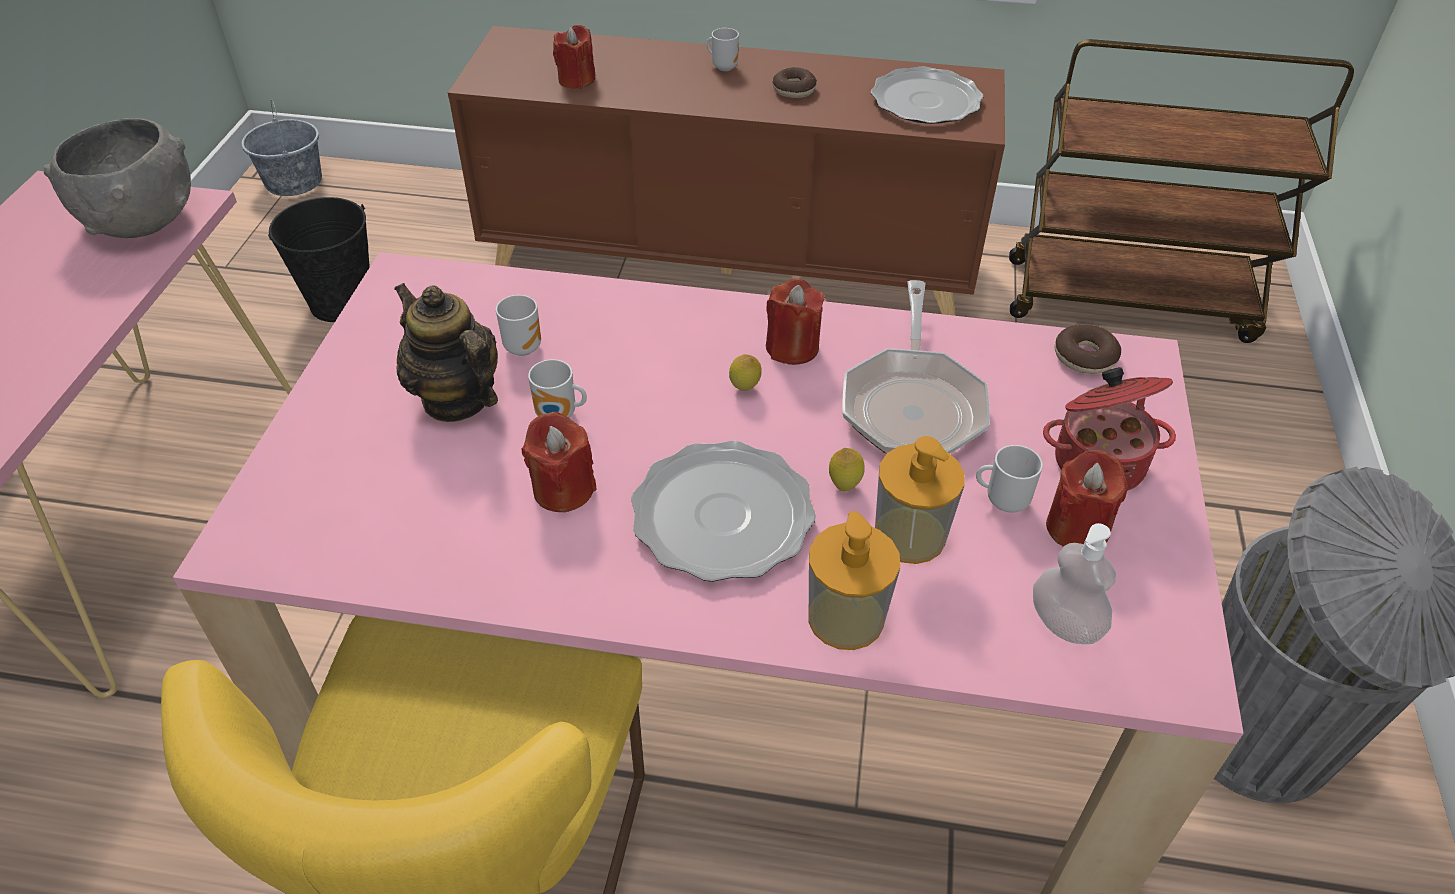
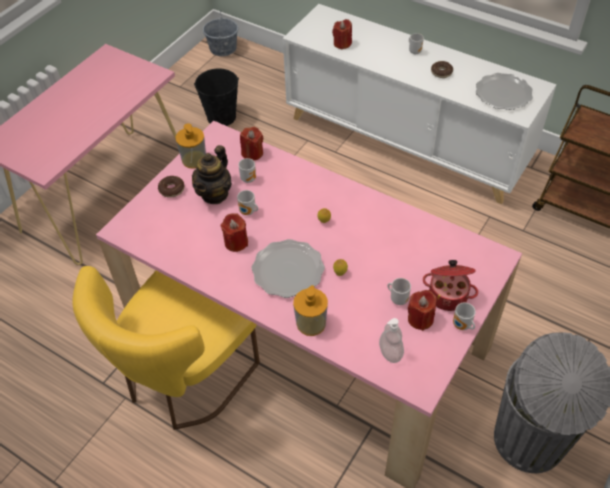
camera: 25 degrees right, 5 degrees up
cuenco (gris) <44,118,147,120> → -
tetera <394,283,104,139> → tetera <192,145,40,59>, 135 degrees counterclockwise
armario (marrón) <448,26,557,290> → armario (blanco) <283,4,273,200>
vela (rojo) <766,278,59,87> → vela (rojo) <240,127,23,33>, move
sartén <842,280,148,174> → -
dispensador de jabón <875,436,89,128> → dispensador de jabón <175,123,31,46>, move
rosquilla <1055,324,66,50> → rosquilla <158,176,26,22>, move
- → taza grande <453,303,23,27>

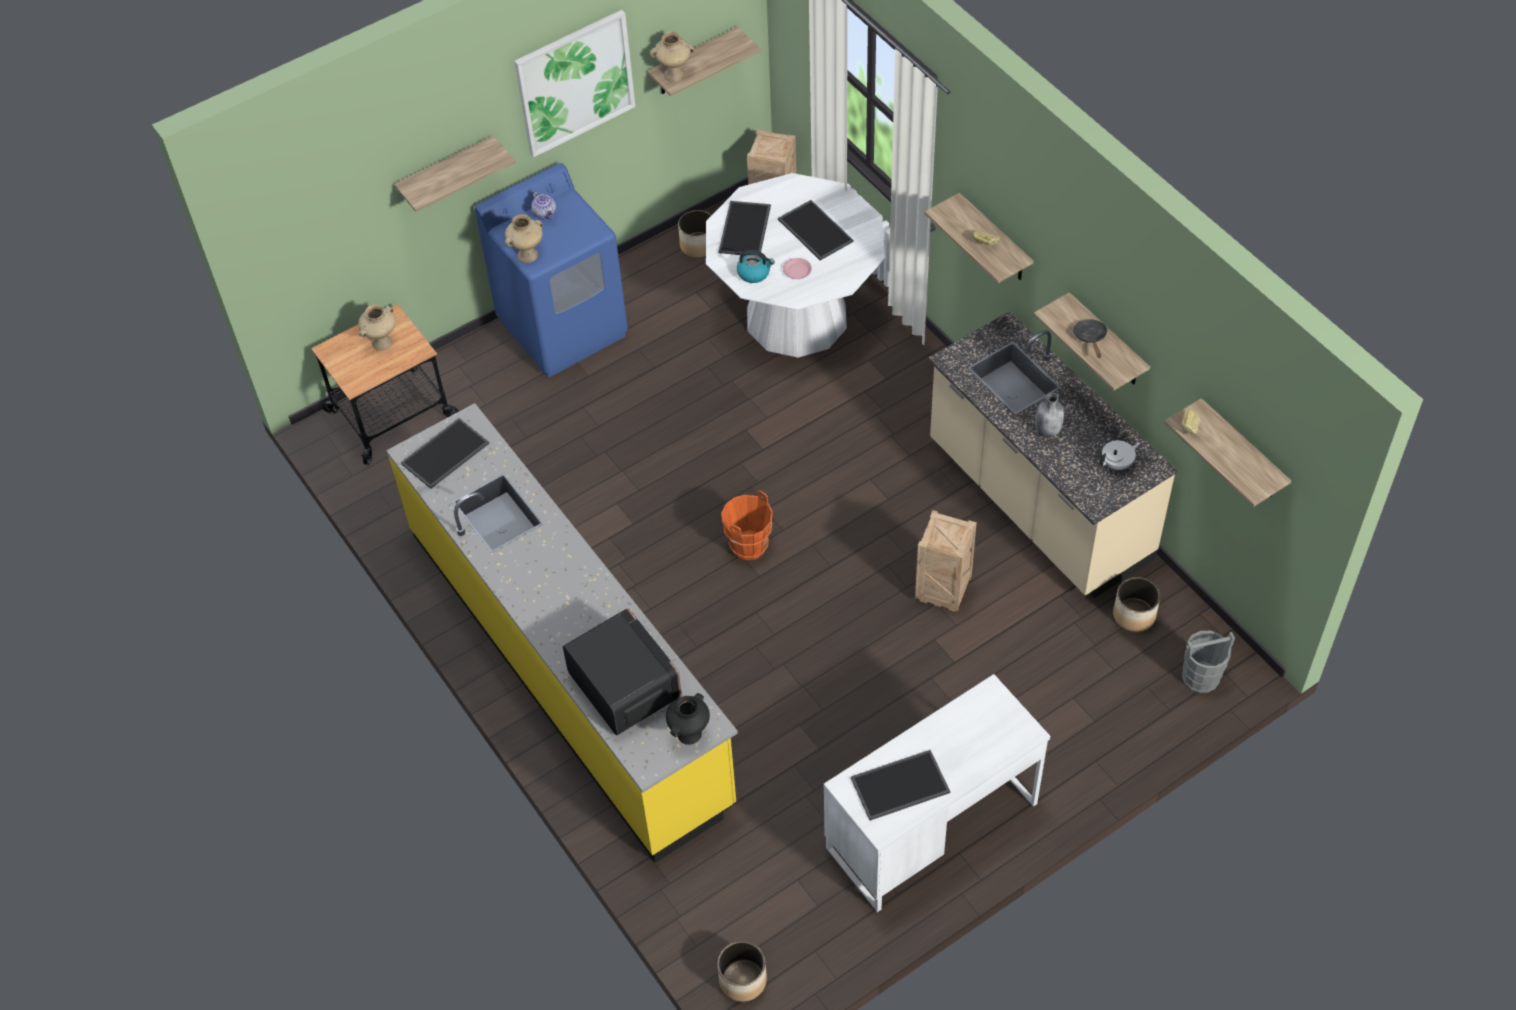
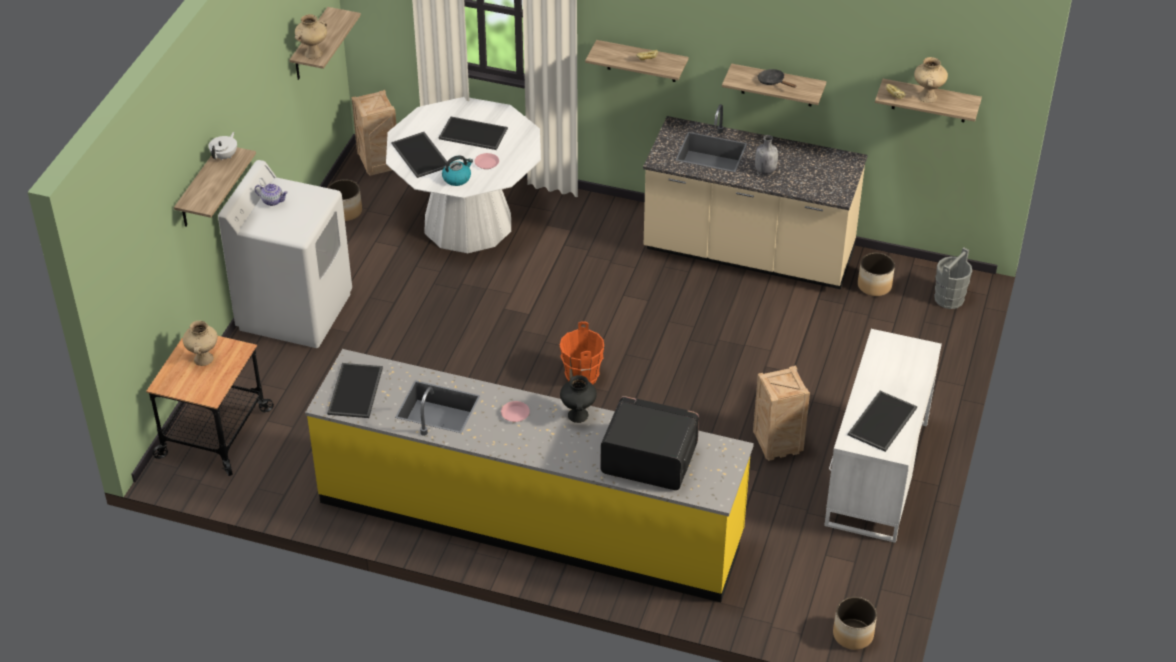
camera: 40 degrees left, 10 degrees down
lavadora (azul) <475,163,153,214> → lavadora (blanco) <218,160,134,188>
florero (beis) <505,214,38,49> → florero (beis) <914,57,34,46>, move
cuadro <514,10,121,147> → -
florero (negro) <666,693,44,52> → florero (negro) <560,375,37,48>, move
caja de embalaje <915,510,62,102> → caja de embalaje <753,365,57,96>, move
tetera (blanco) <1099,440,41,30> → tetera (blanco) <208,132,29,28>, move
- → plato (rosa) <501,401,29,21>

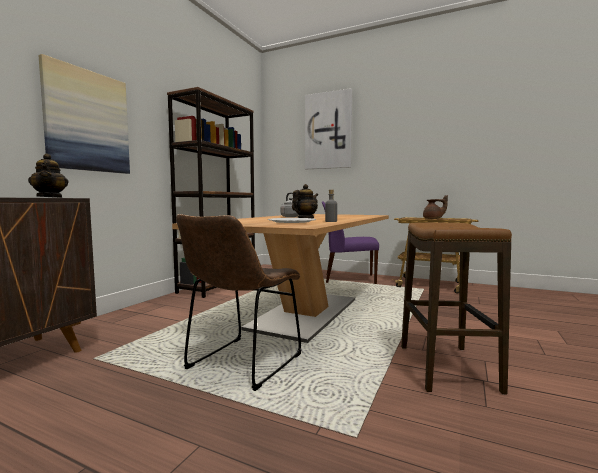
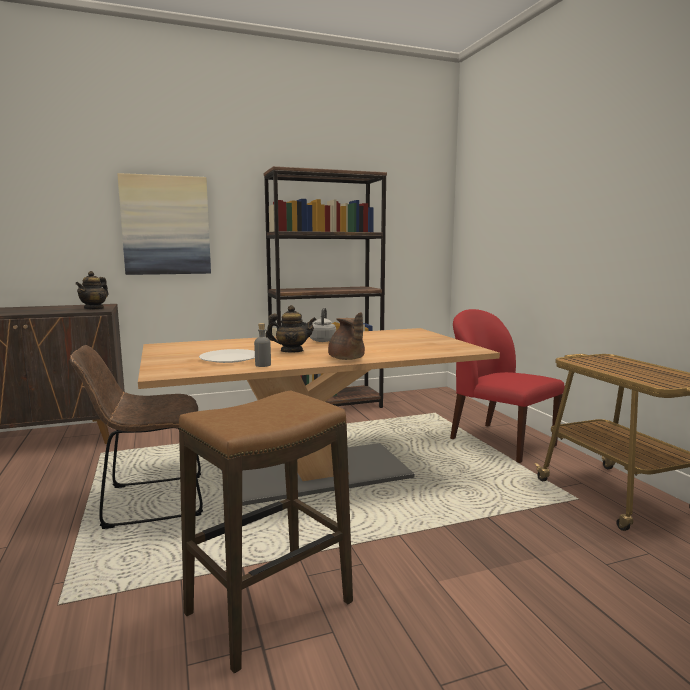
camera: 45 degrees right, 5 degrees up
cuadro <305,88,47,81> → -
silla (morado) <322,201,57,83> → silla (rojo) <450,309,115,154>
tetera (marrón) <423,195,25,24> → tetera (marrón) <328,312,37,48>, move

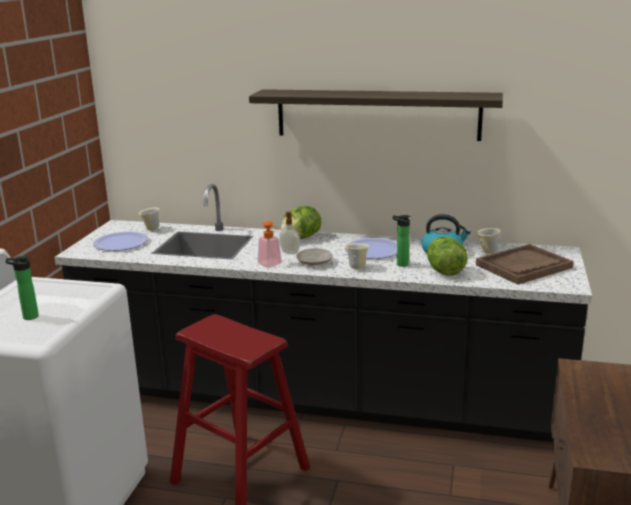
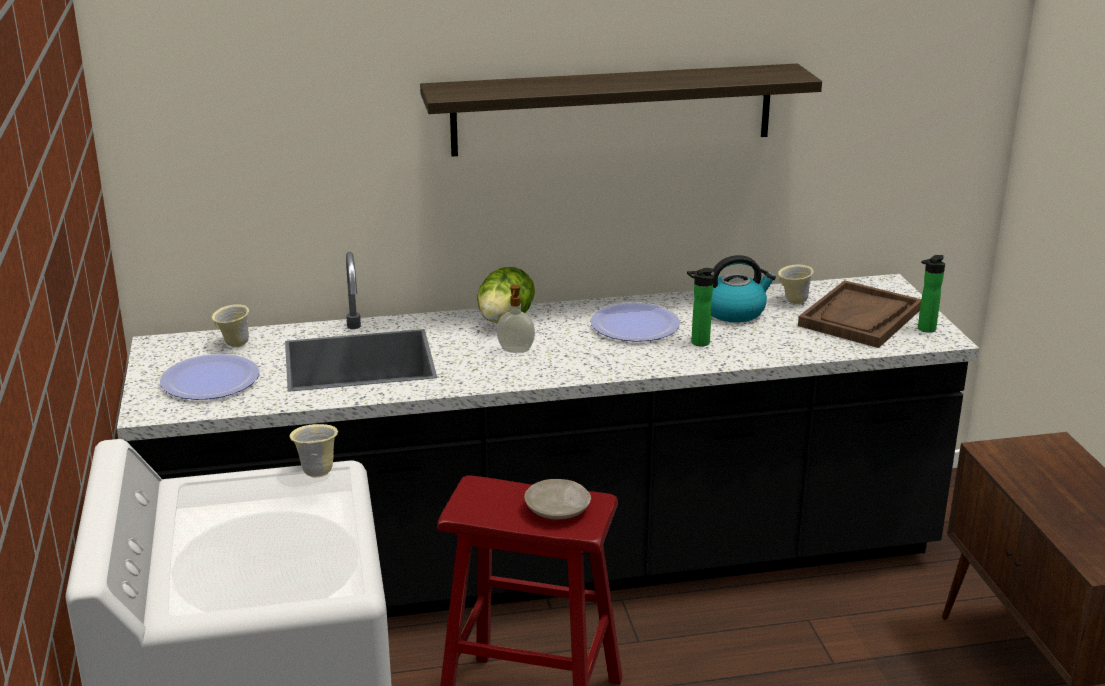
camera: 25 degrees left, 5 degrees up
botella <5,255,34,65> → botella <918,255,27,78>, move
dispensador de jabón <257,221,25,46> → -
plato (beis) <296,248,37,18> → plato (beis) <524,479,67,41>, move
taza grande (beis) <345,243,24,26> → taza grande (beis) <290,424,48,54>, move
lechuga <427,237,41,39> → -

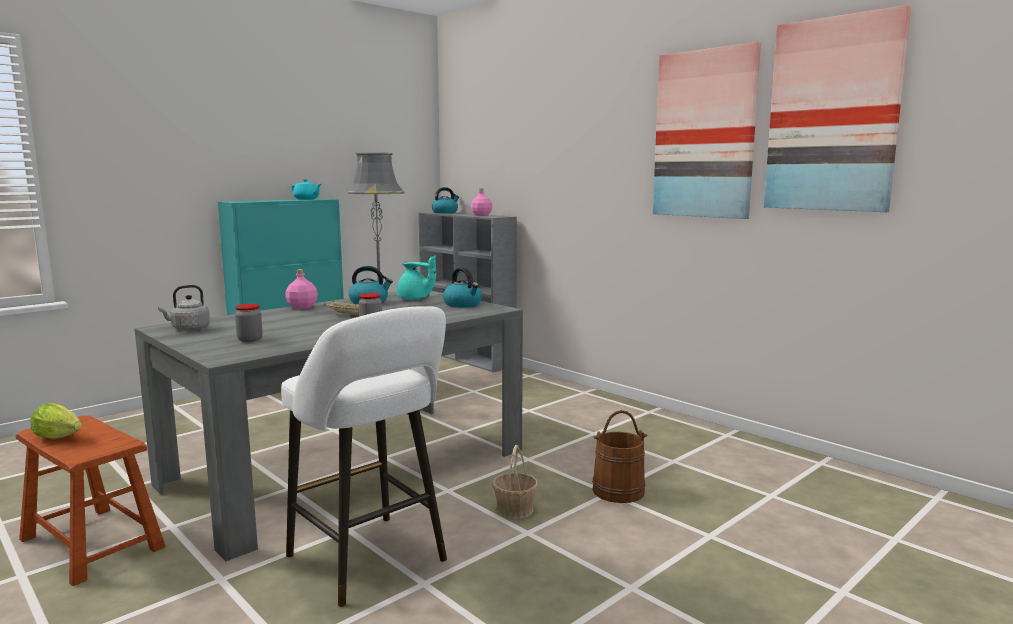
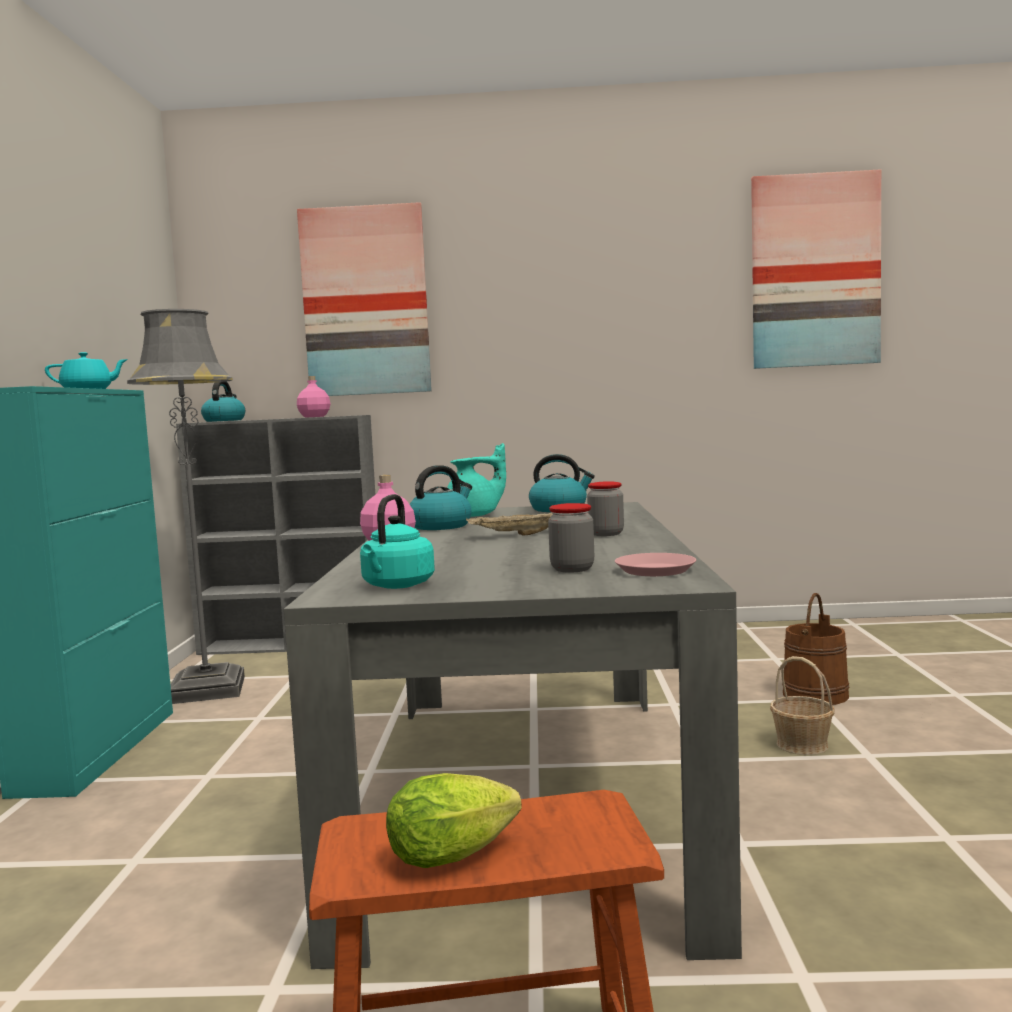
camera: 45 degrees left, 5 degrees down
hervidor (gris) <158,285,52,46> → hervidor (turquesa) <360,494,75,95>
taburete (blanco) <281,306,166,301> → -
cuadro <653,42,108,177> → cuadro <297,202,135,194>, move
- → plato (rosa) <615,553,81,23>

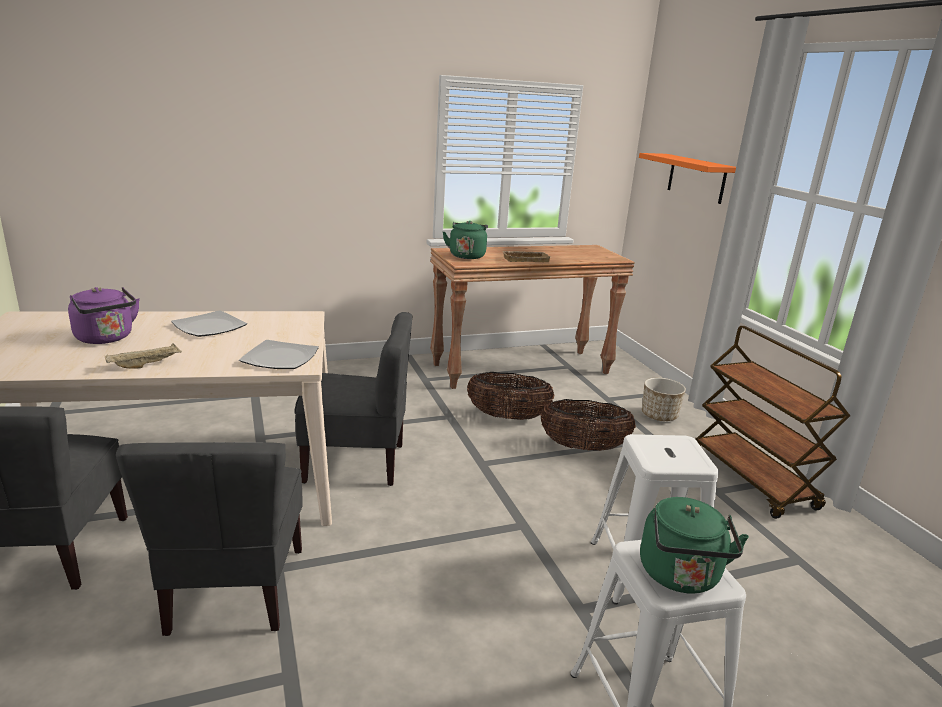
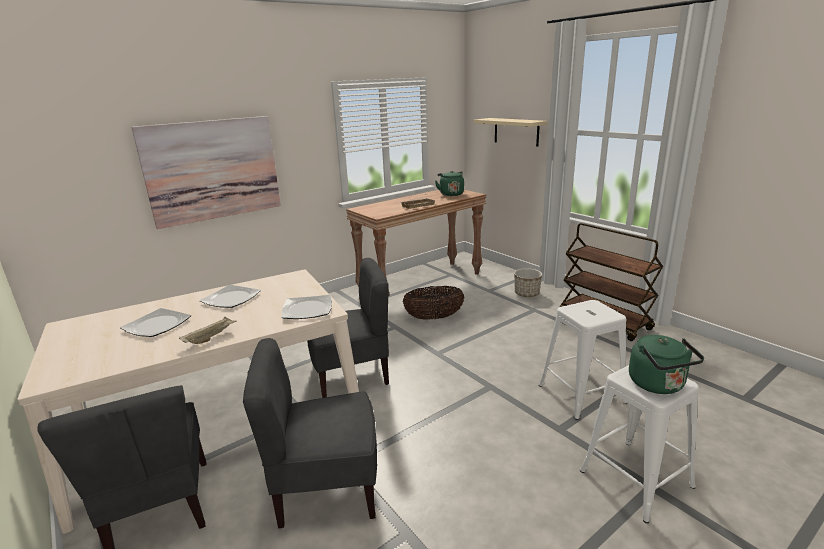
camera: 15 degrees left, 0 degrees up
hervidor (morado) <68,287,72,57> → plato <120,308,71,29>
silla (gris) <116,442,187,194> → silla (gris) <243,338,134,190>, 105 degrees clockwise
hervidor (verde) <443,221,45,38> → hervidor (verde) <435,171,29,25>, move
cesta <541,399,95,52> → -
estante (naranja) <639,153,97,51> → estante (beis) <474,118,74,29>
- → cuadro <131,116,150,113>

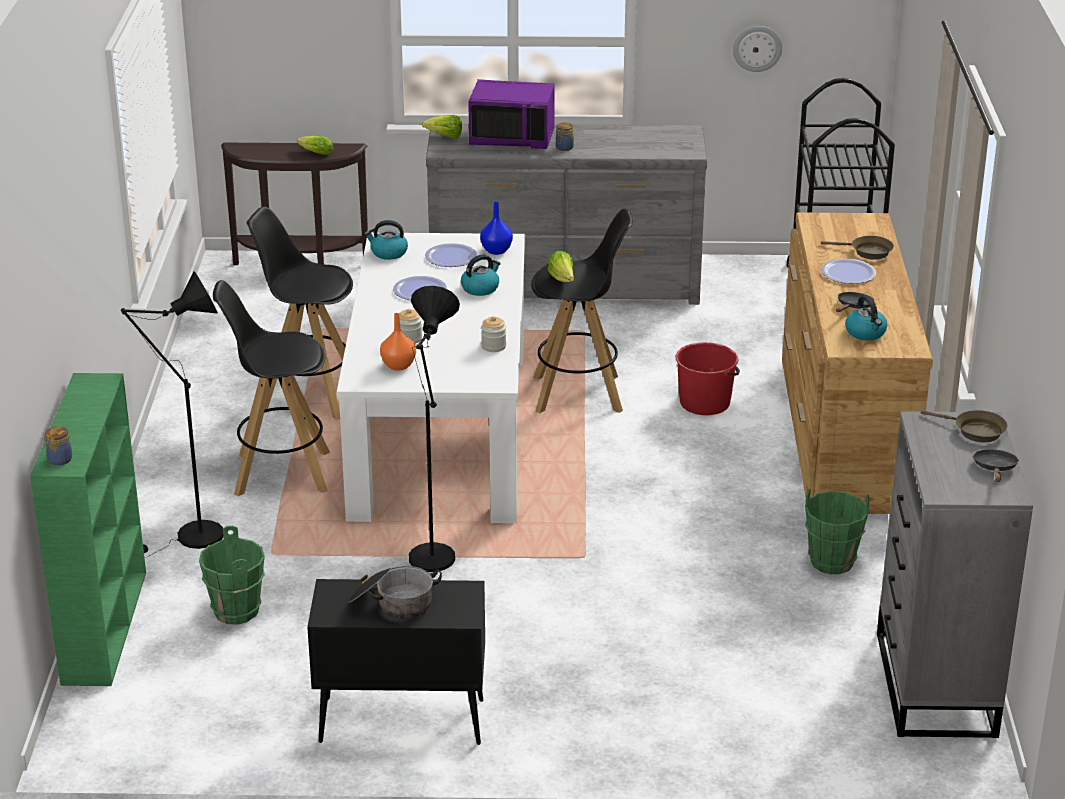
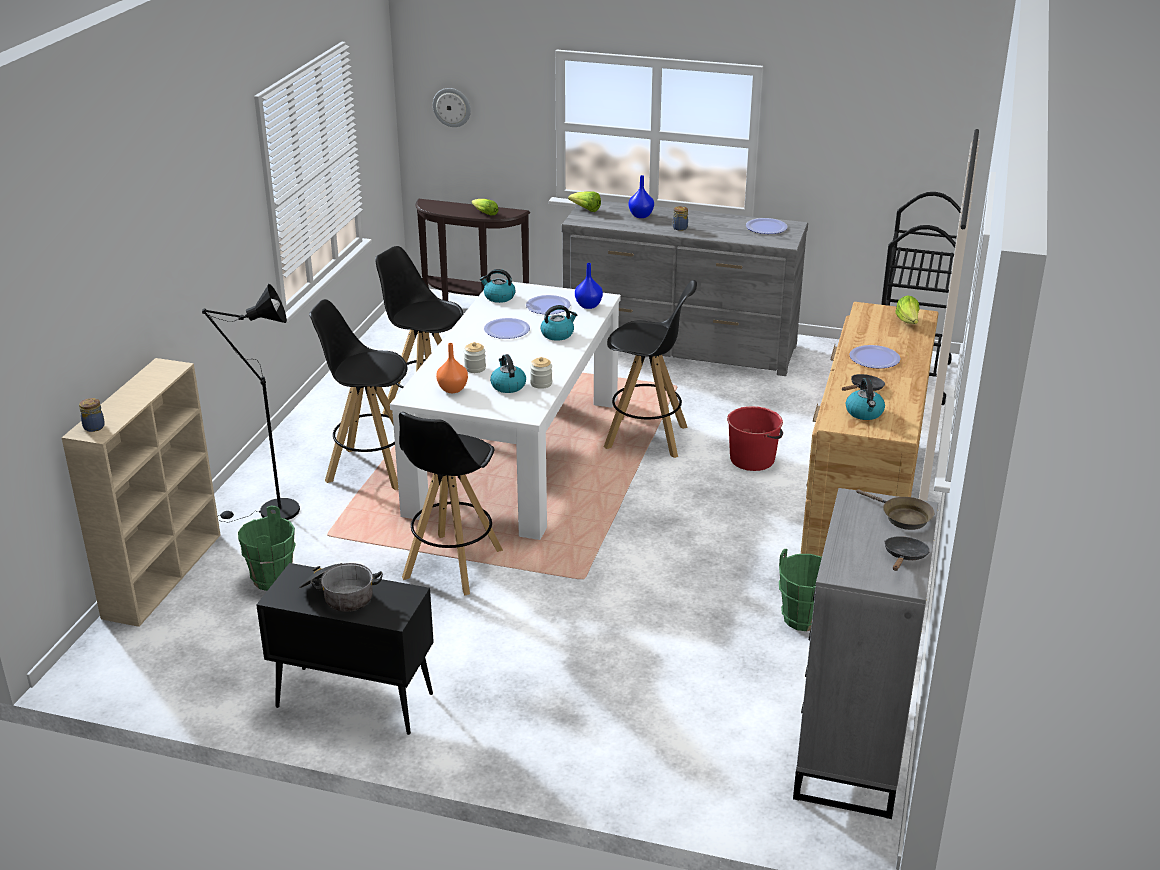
camera: 15 degrees right, 0 degrees up
estantería (verde) <30,373,116,313> → estantería (beis) <62,358,158,269>
lámpara de pie (negro) <409,286,51,286> → taburete (negro) <399,412,104,183>
microondas (morado) <468,79,87,70> → florero (azul) <629,175,25,43>
lechuga <548,251,26,31> → lechuga <895,295,25,29>, move
reloj de pared <733,26,49,46> → reloj de pared <433,88,38,39>, move
sartén (marrón) <821,236,73,24> → -
- → hervidor <490,354,36,39>
- → plato <746,218,42,16>

